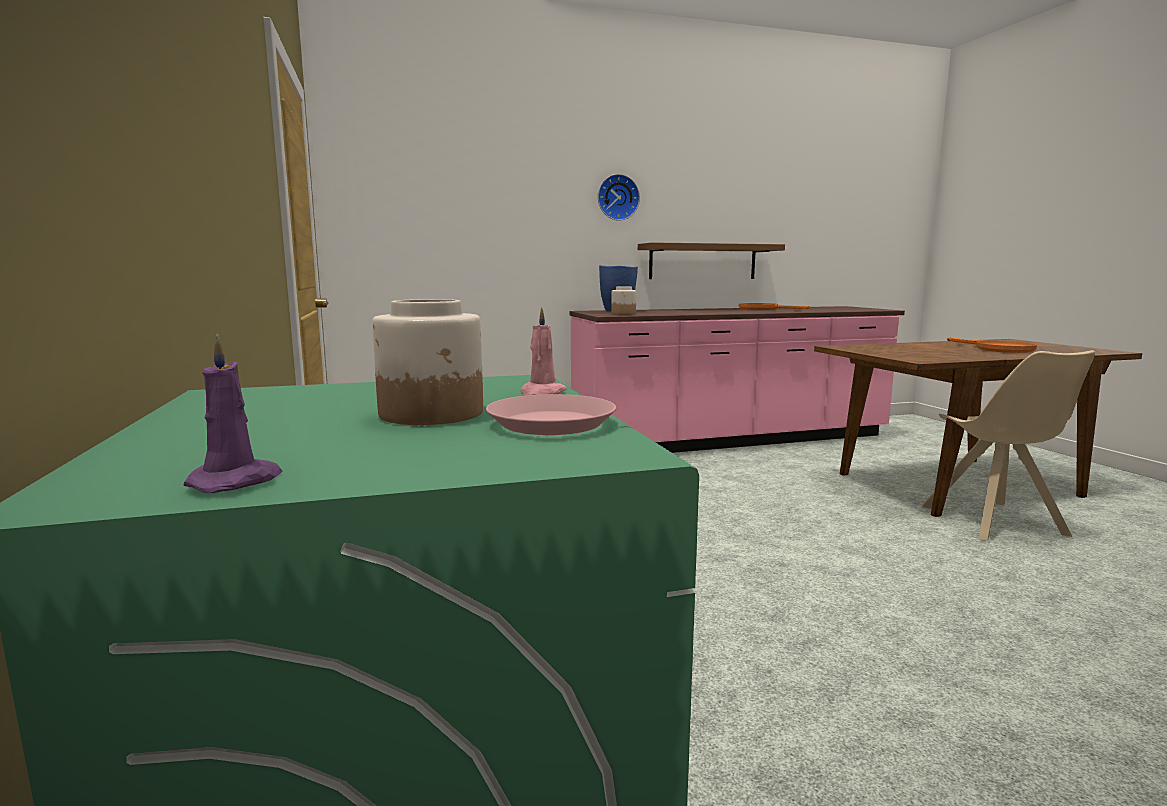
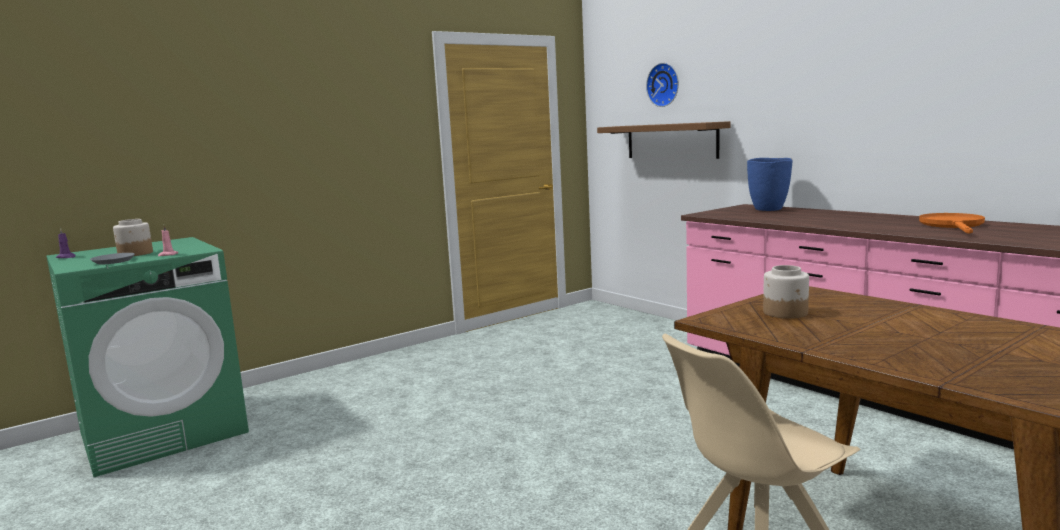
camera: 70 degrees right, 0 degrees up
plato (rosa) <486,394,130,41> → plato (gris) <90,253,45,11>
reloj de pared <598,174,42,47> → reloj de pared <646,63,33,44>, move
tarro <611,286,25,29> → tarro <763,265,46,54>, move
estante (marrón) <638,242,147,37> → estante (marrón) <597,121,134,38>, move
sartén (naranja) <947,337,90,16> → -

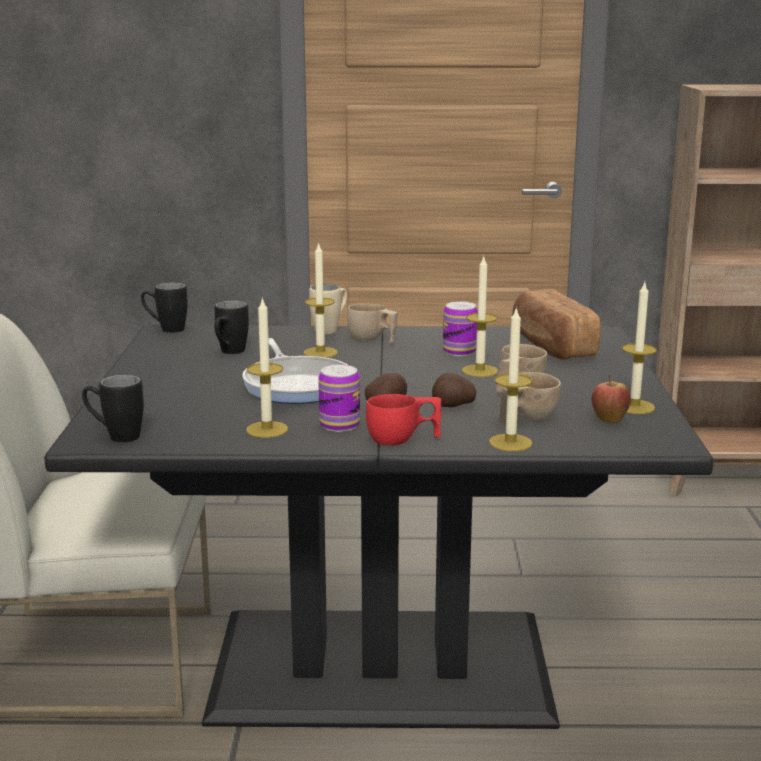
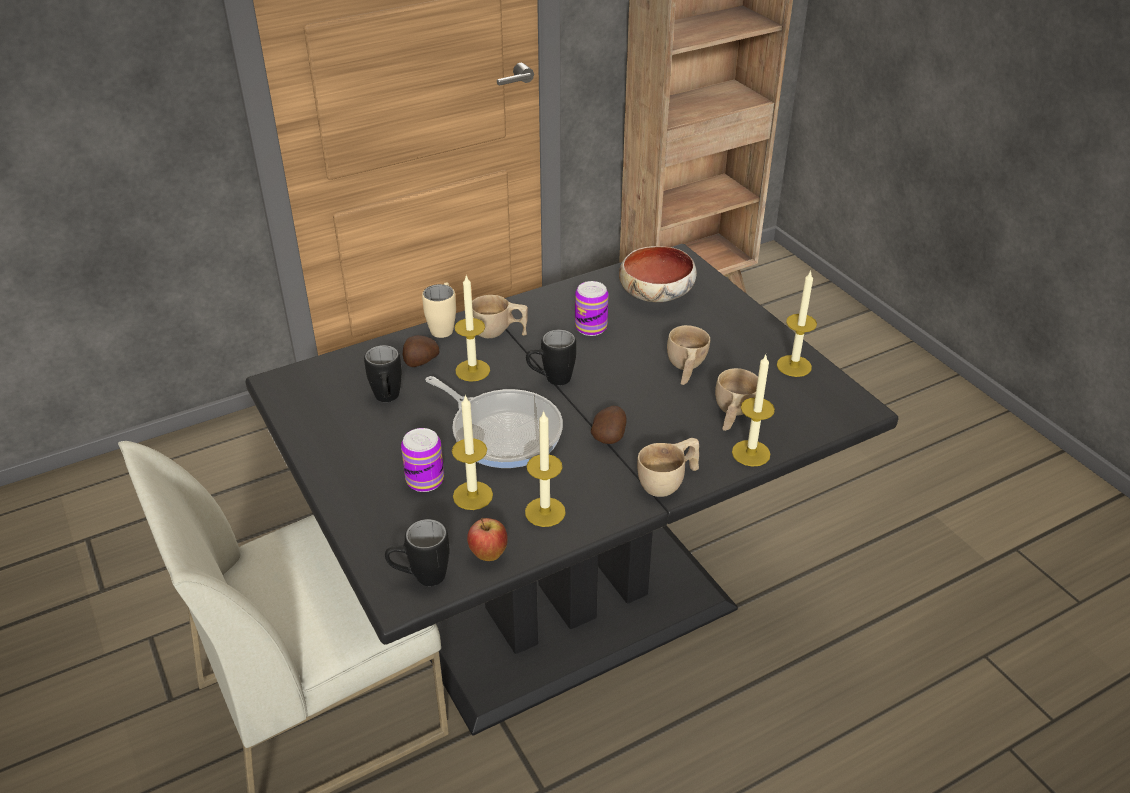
camera: 30 degrees left, 20 degrees up
taza grande (negro) <141,282,47,51> → taza grande (negro) <526,329,50,57>, move
lata <318,365,42,67> → lata <401,428,43,64>, move
taza (rojo) <366,394,75,51> → taza (beis) <637,438,62,59>
patata <432,373,44,34> → patata <403,335,37,32>, move
vela <462,256,36,121> → vela <452,395,41,115>, move
pan <513,289,88,71> → cuenco <619,246,78,56>
manzana <592,374,39,50> → manzana <467,518,41,43>, move

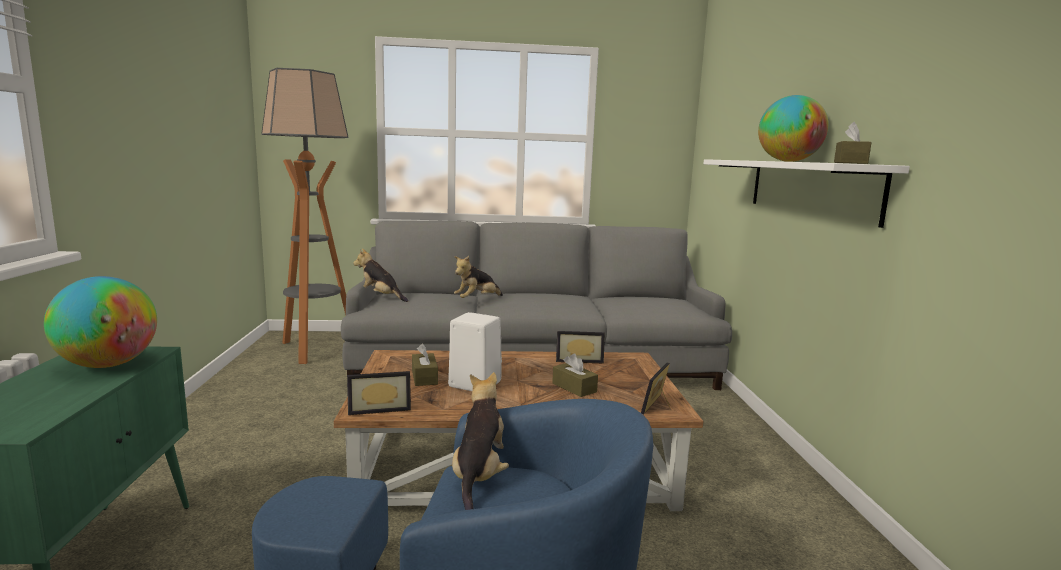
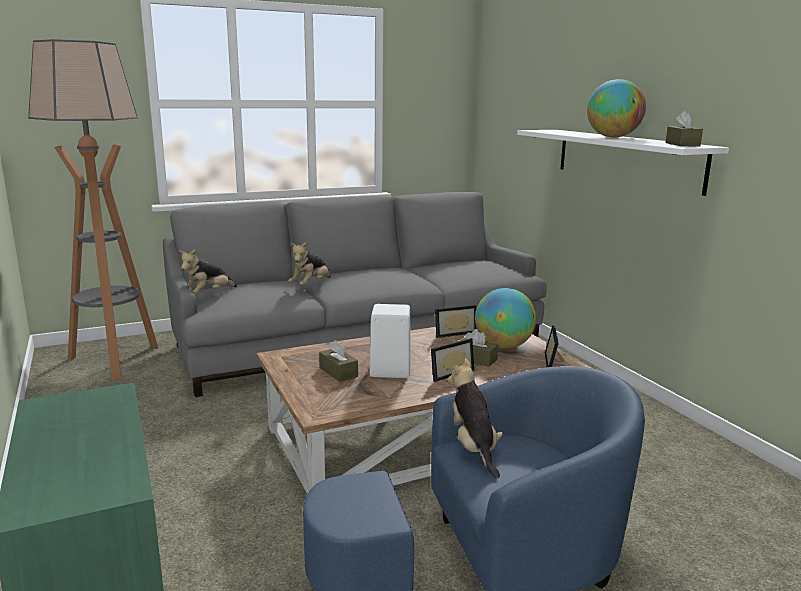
camera: 20 degrees left, 5 degrees up
globo terráqueo <44,276,113,92> → globo terráqueo <475,288,61,61>, move
portarretratos <347,371,64,44> → portarretratos <431,338,44,44>, move
peluche <353,249,55,53> → peluche <179,249,58,45>, 60 degrees counterclockwise

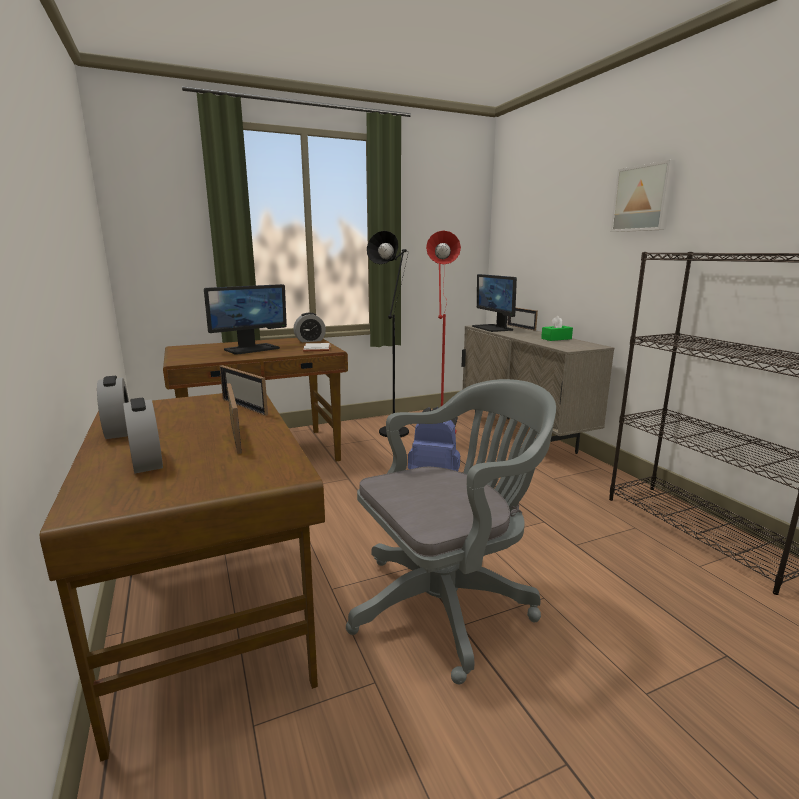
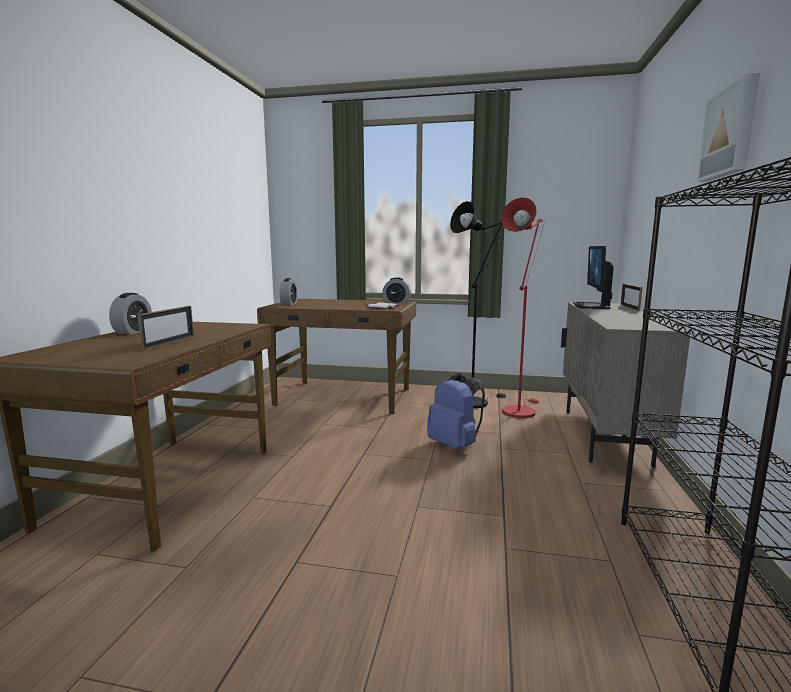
camera: 35 degrees right, 5 degrees down
despertador <123,397,40,76> → despertador <279,278,19,27>, move
monitor <204,284,83,71> → -
portarretratos <219,365,49,51> → -
silla de oficina (gris) <346,379,210,305> → -
caja de pañuelos (verde) <541,316,32,25> → -

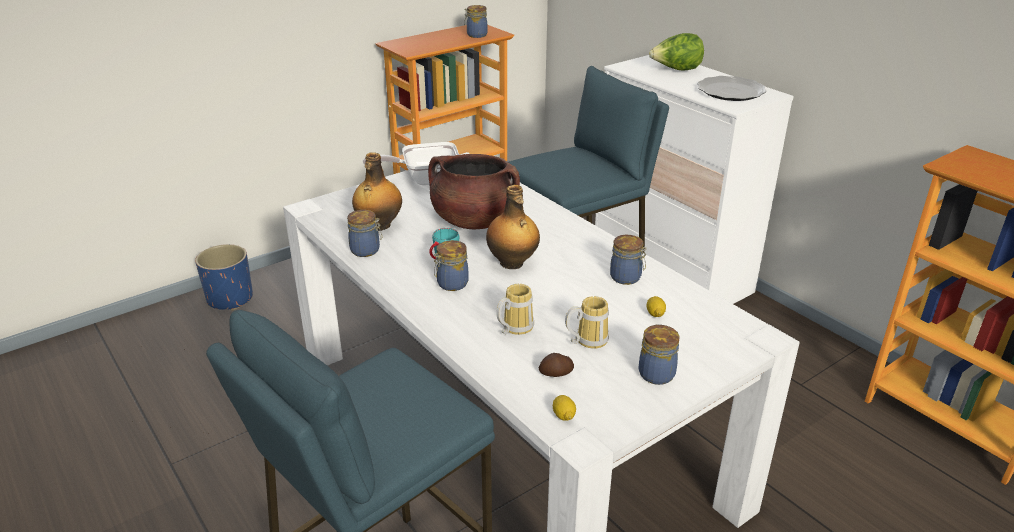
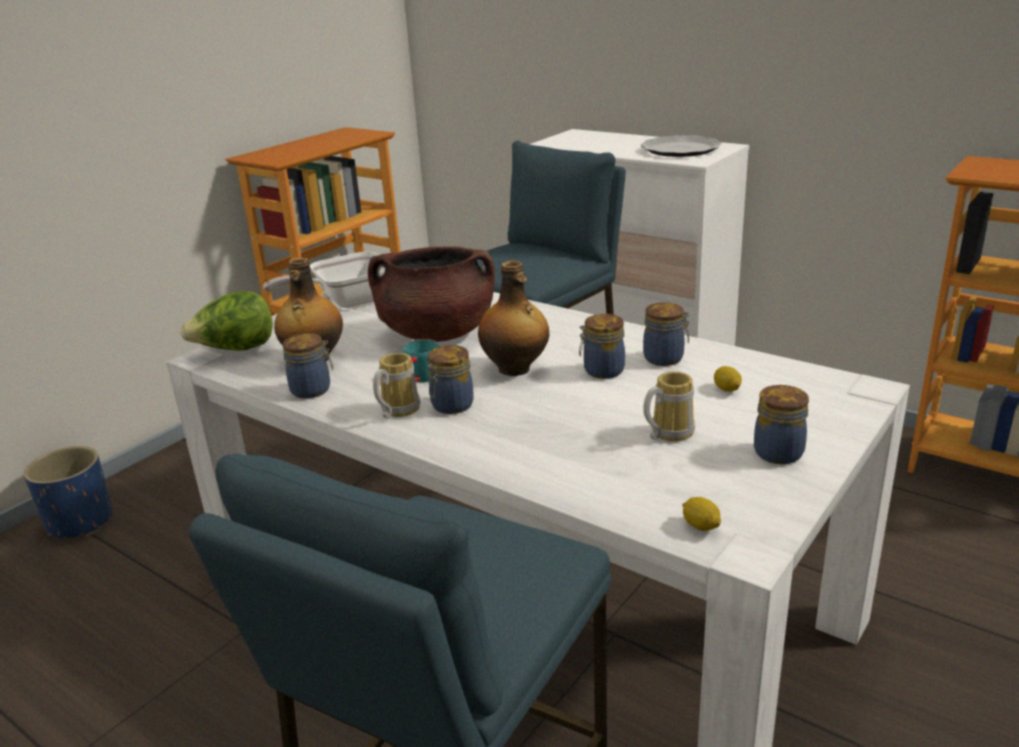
camera: 15 degrees left, 5 degrees down
tarro <464,5,24,33> → tarro <579,314,46,65>, move
taza grande <496,284,38,51> → taza grande <373,353,48,65>, move
patata <539,353,35,24> → -
lechuga <649,33,55,38> → lechuga <180,291,93,60>, move

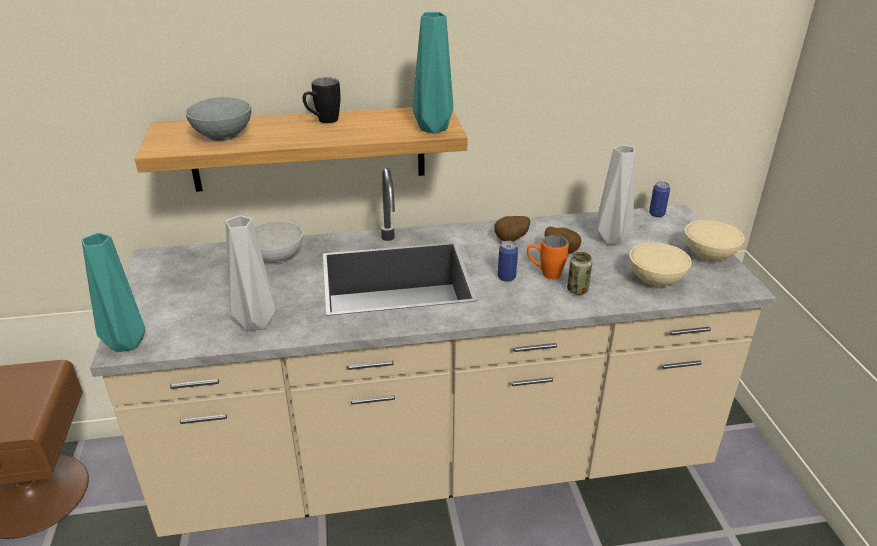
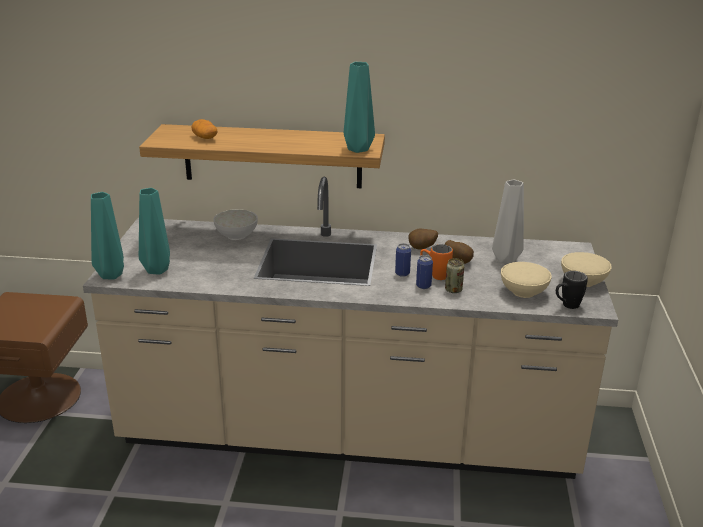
camera: 15 degrees right, 5 degrees down
cuenco (gris) <185,97,66,44> → patata <191,119,26,20>
florero (gris) <226,215,50,116> → -
taza grande (negro) <303,78,38,45> → taza grande (negro) <556,271,32,38>, move
lata <649,181,21,36> → lata <416,255,17,34>, move
- → florero (turquesa) <139,188,31,87>

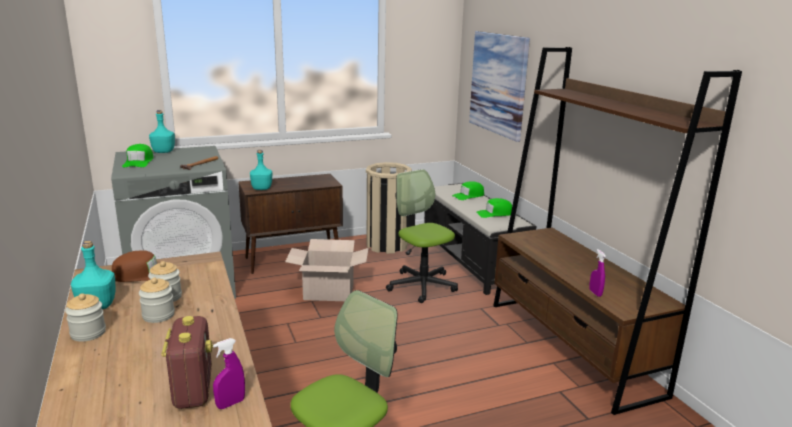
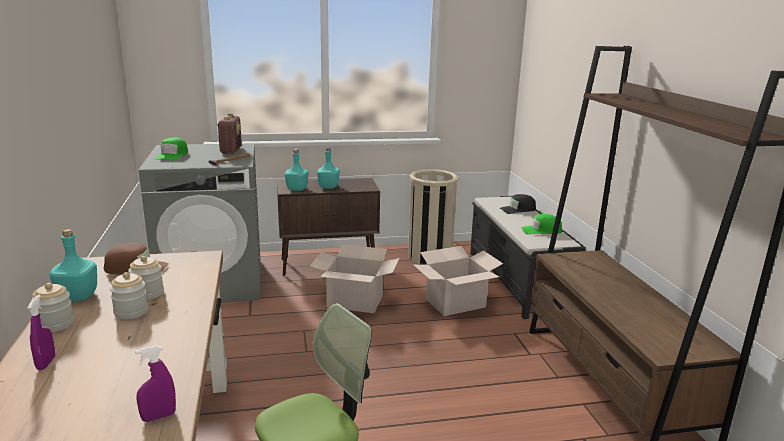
camera: 10 degrees right, 0 degrees up
botella (turquesa) <149,110,26,43> → botella (turquesa) <317,148,23,41>, move
radio <161,316,52,93> → radio <216,114,26,40>, move
silla de oficina <386,169,72,134> → caja de cartón <414,246,89,70>
gorra (verde) <452,181,32,19> → gorra (negro) <499,194,37,20>
cuadro <469,31,61,111> → -
pulverizador (morado) <589,249,17,48> → pulverizador (morado) <27,295,28,75>, move

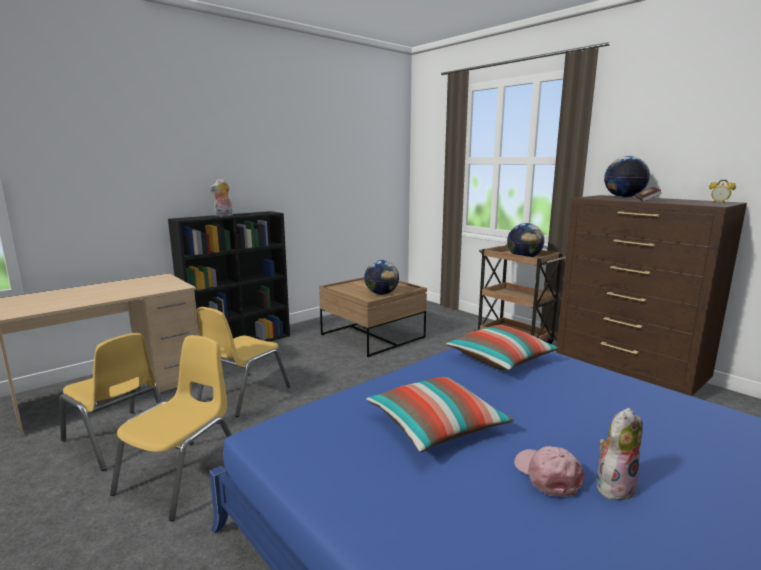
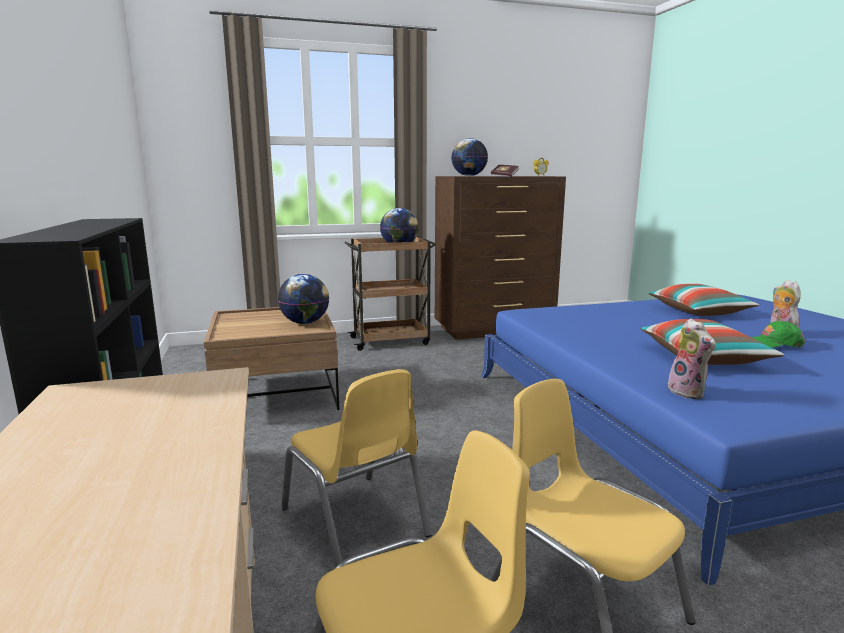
camera: 65 degrees left, 0 degrees up
peluche <209,179,24,38> → peluche <666,318,50,81>, move
cojín <446,325,113,45> → cojín <649,284,110,32>, move
gorra (rosa) <514,446,71,51> → gorra (verde) <751,321,55,27>

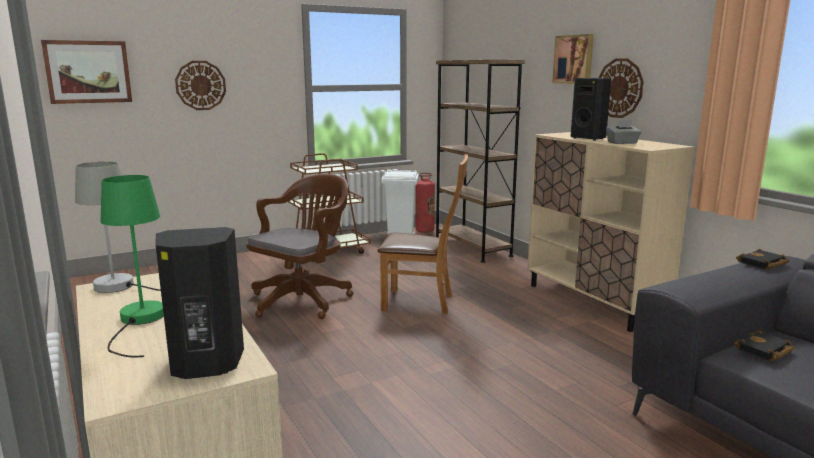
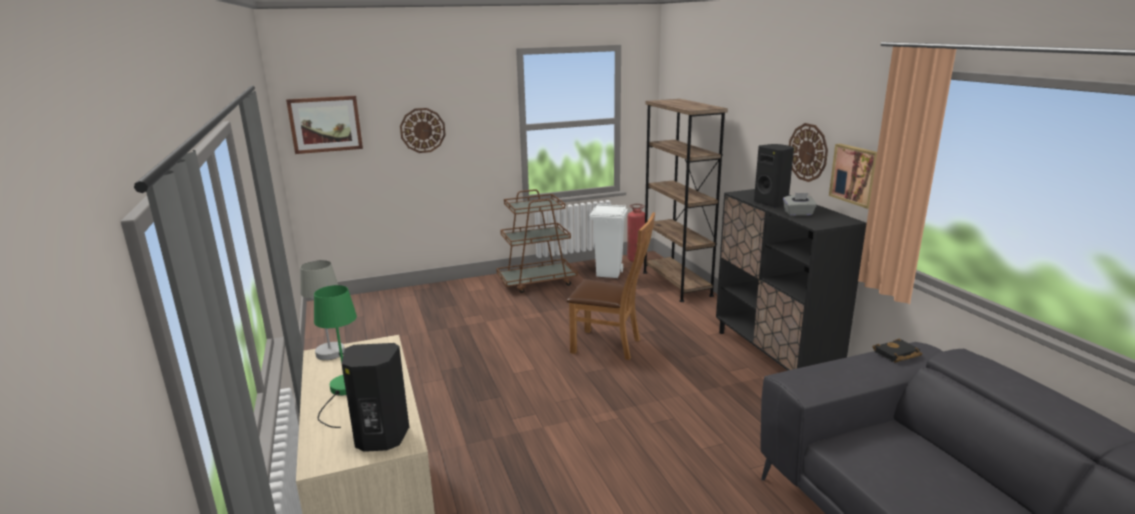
camera: 10 degrees right, 5 degrees up
silla de oficina (marrón) <246,174,107,145> → -
armario (beis) <527,132,168,200> → armario (negro) <716,189,151,182>
cuadro <552,34,42,50> → cuadro <829,144,48,65>, move
libro (negro) <734,330,61,31> → -

